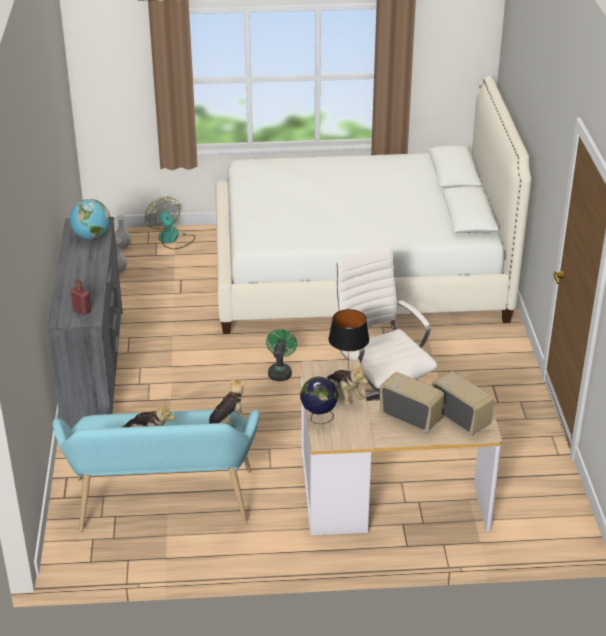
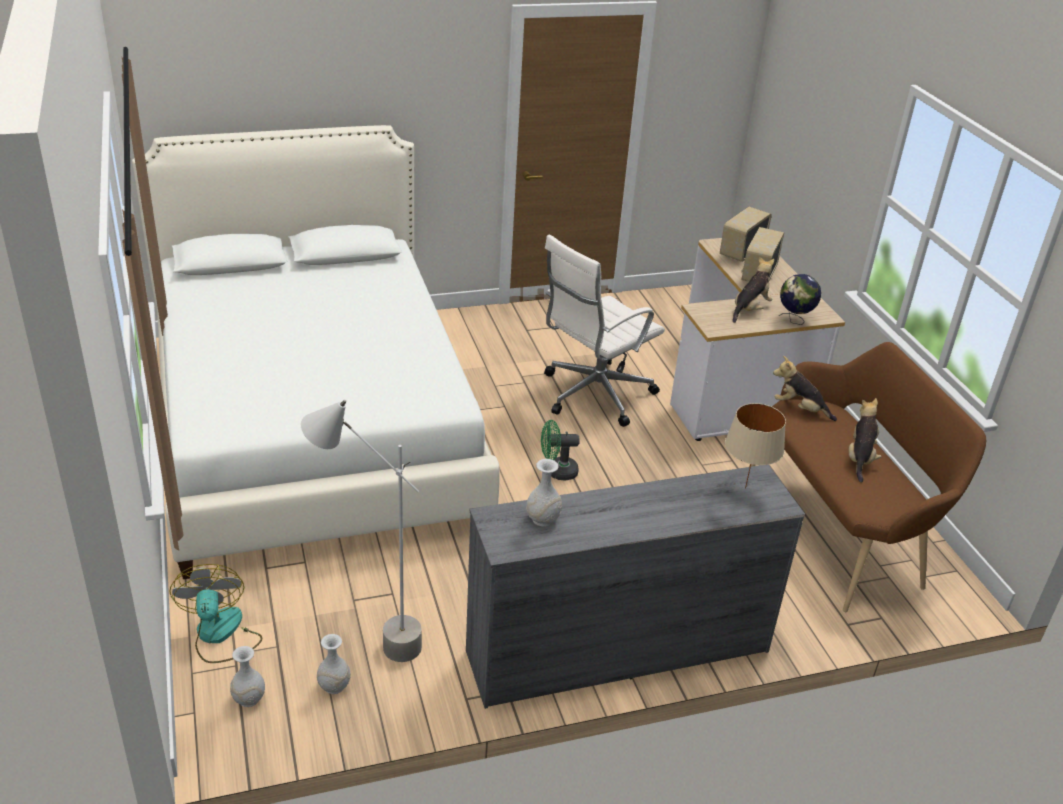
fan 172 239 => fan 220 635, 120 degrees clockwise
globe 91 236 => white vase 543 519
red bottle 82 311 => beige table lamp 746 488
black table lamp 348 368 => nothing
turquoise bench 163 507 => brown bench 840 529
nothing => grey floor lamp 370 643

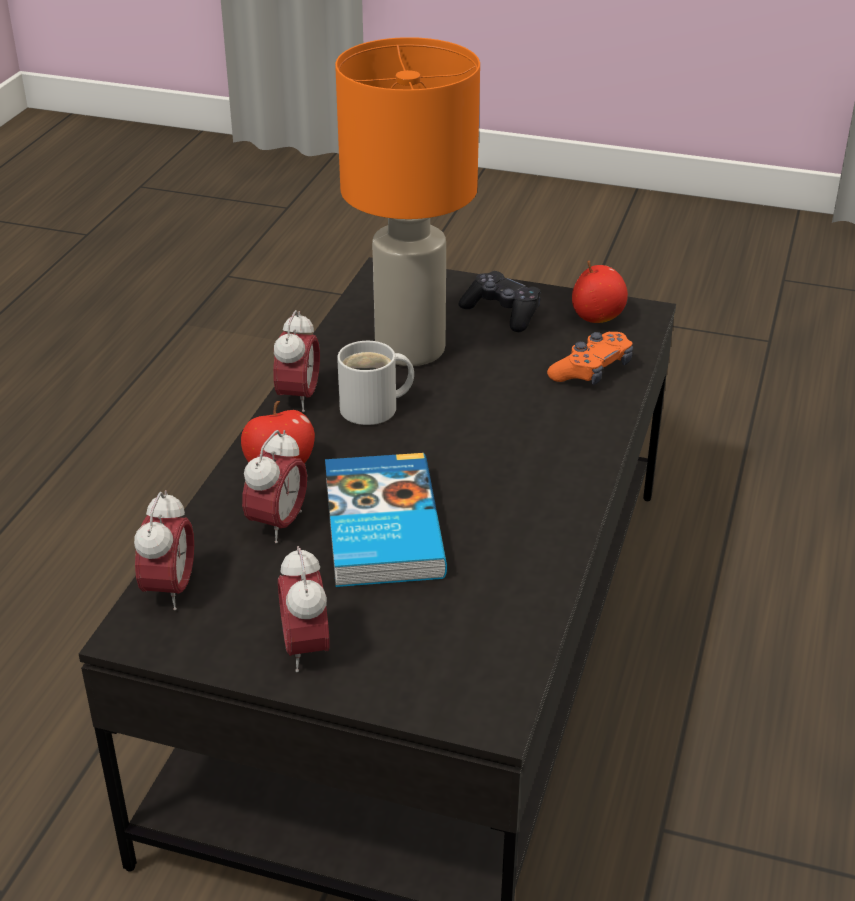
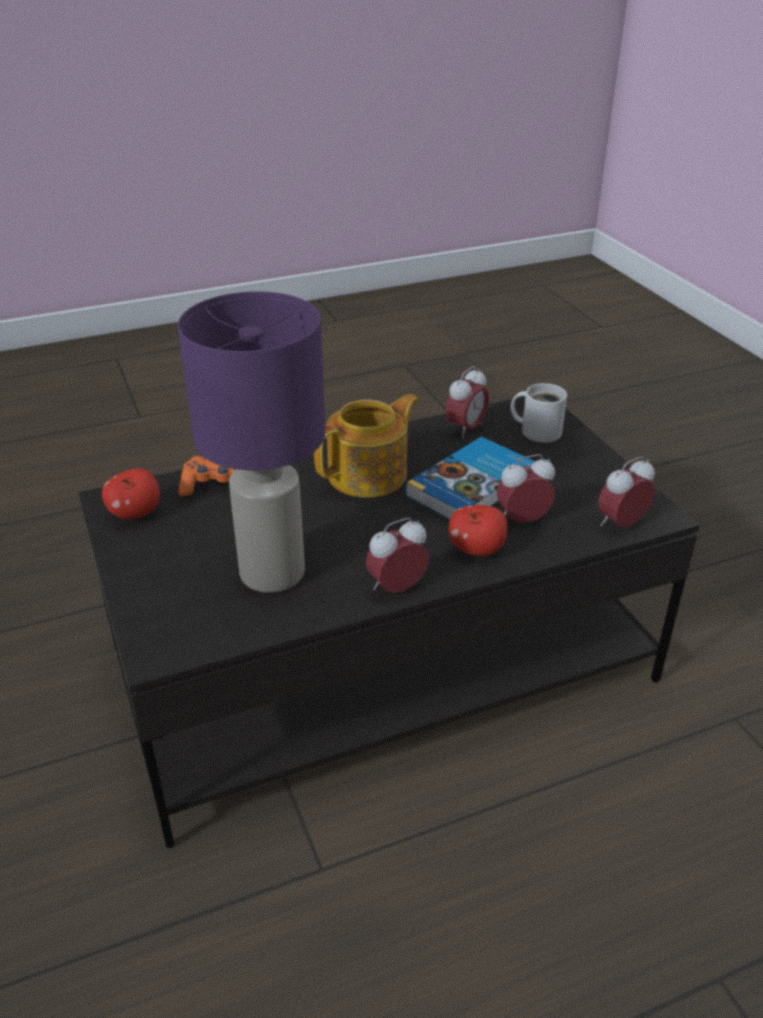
orange table lamp 409 350 => purple table lamp 274 573
black game controller 502 312 => nothing
white mug 374 409 => white mug 538 430, shifted
alarm clock 306 649 => alarm clock 466 429, shifted
nothing => teapot 369 475

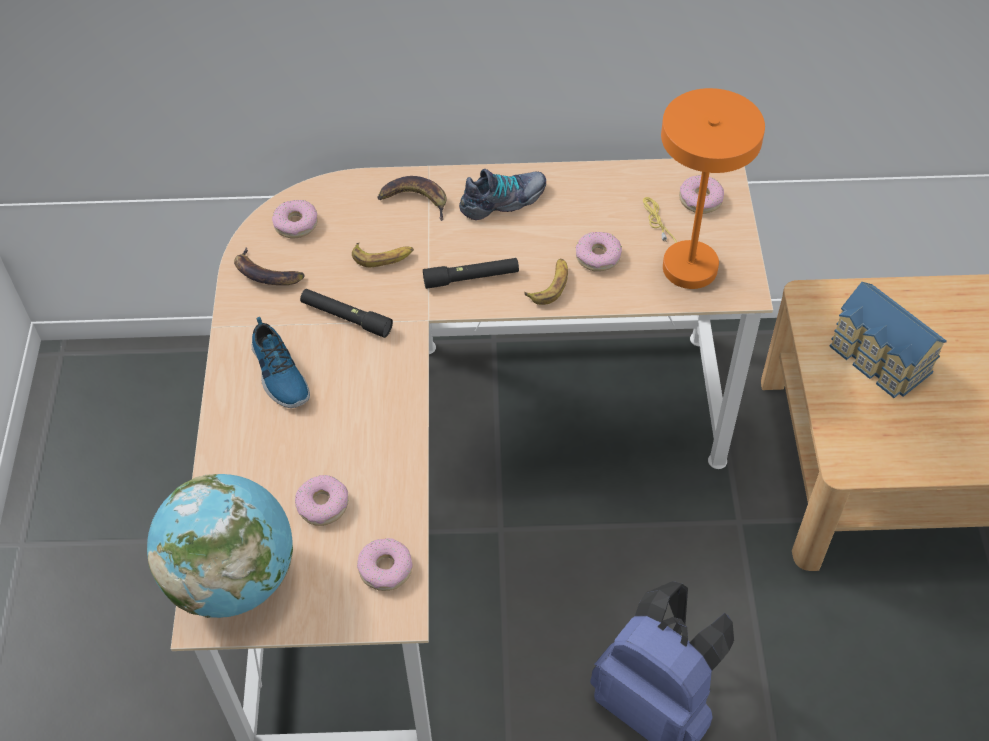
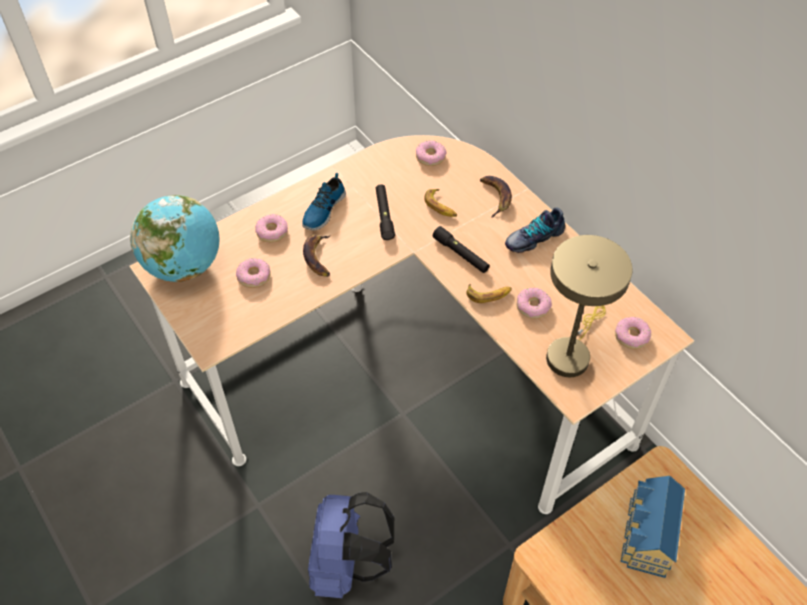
orange table lamp 683 260 => beige table lamp 570 353
shoe 504 201 => shoe 533 237, 120 degrees clockwise
banana 266 274 => banana 318 257, shifted
donut 385 569 => donut 272 232, shifted

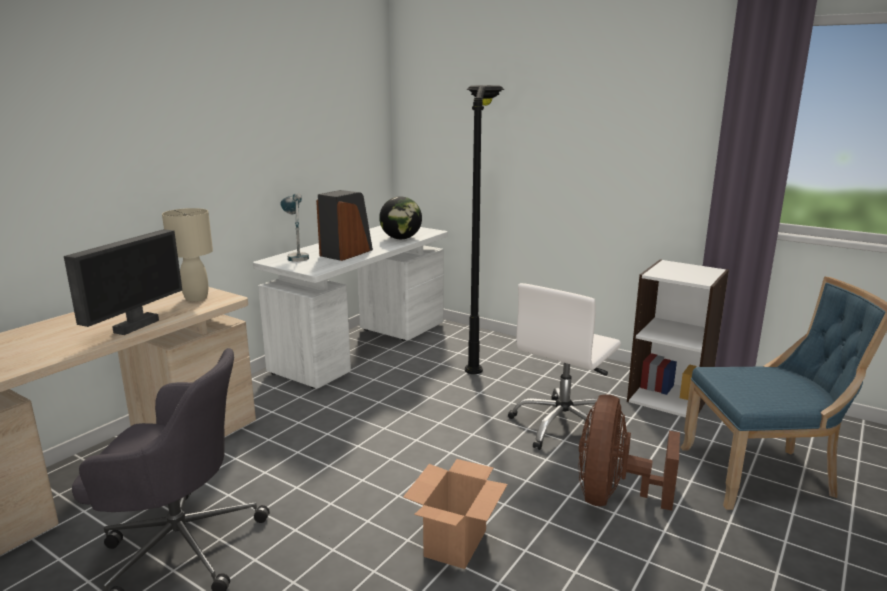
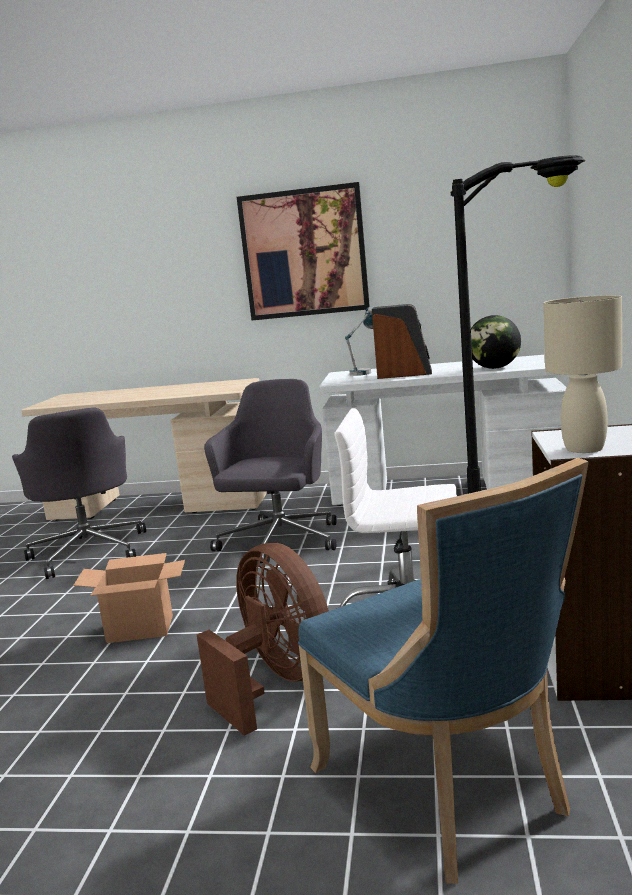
beige table lamp 195 298 => beige table lamp 583 448, shifted
monitor 135 326 => nothing
brown fan 613 496 => brown fan 277 683, 60 degrees clockwise
nothing => picture 304 253
nothing => grey office chair 279 542

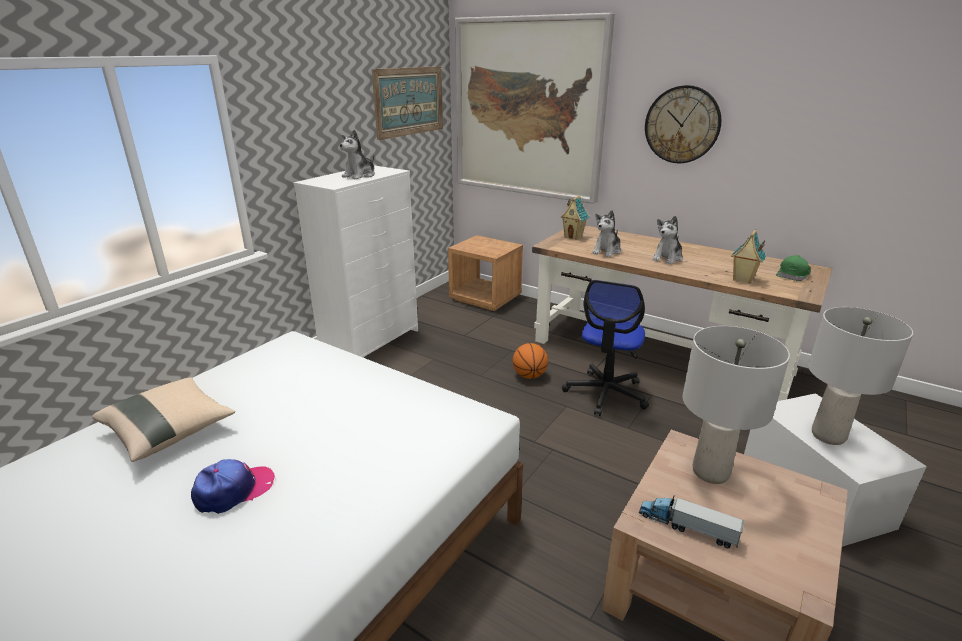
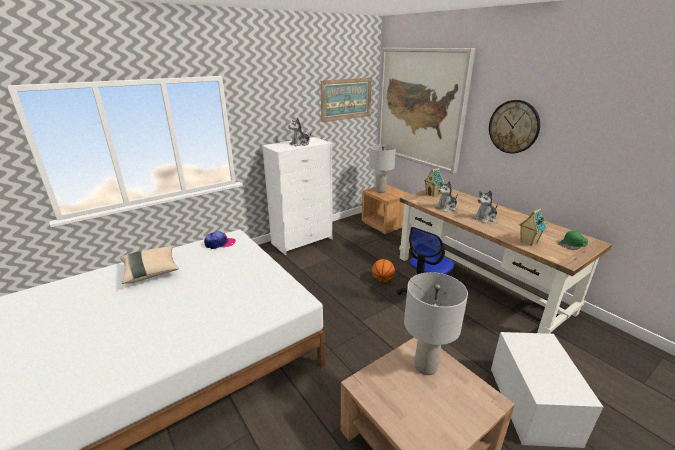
grey table lamp 829 436 => grey table lamp 380 191, shifted
cap 234 490 => cap 220 243, shifted
toy truck 687 527 => nothing

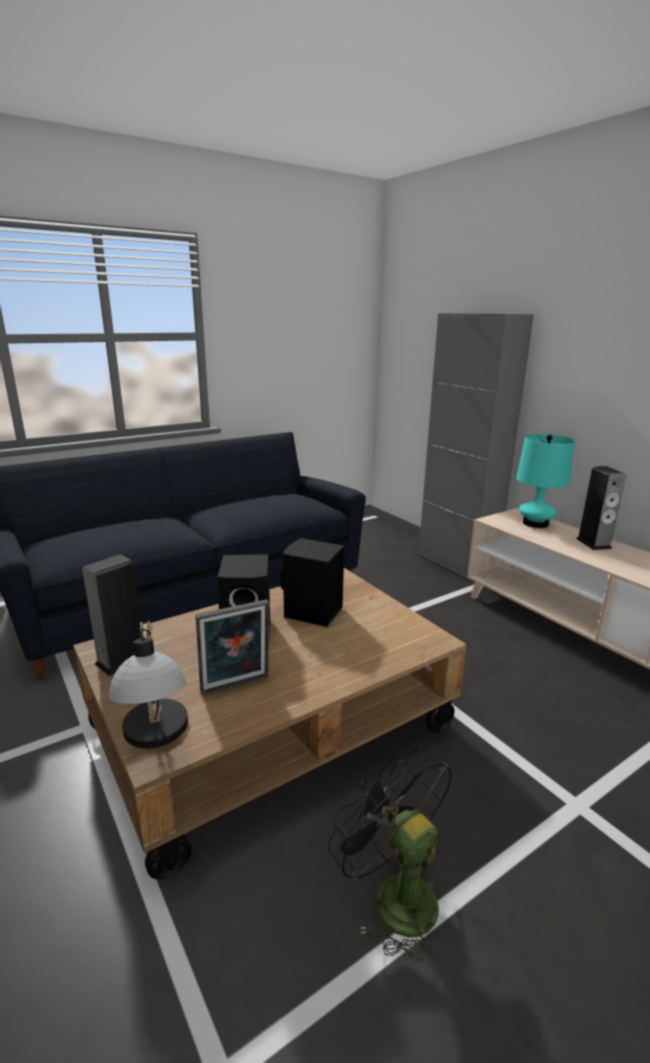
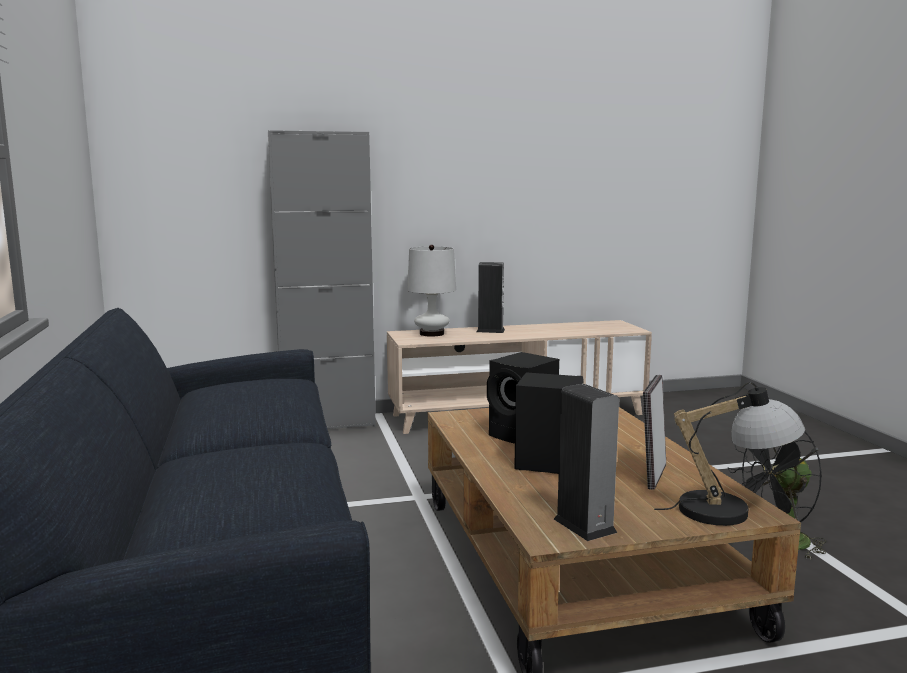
turquoise table lamp 535 523 => white table lamp 432 334
picture frame 236 686 => picture frame 652 475, 150 degrees counterclockwise

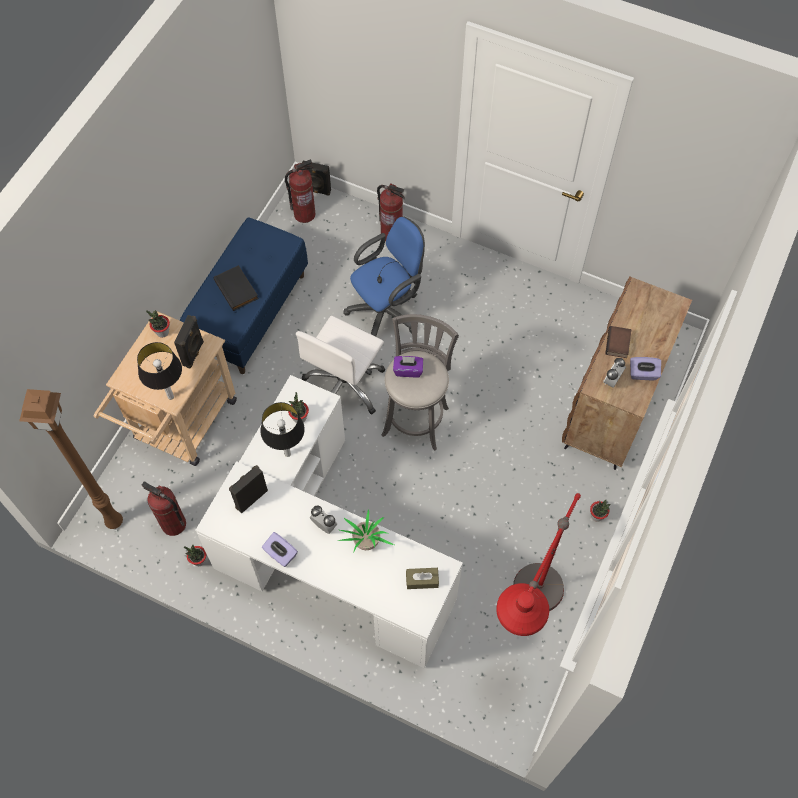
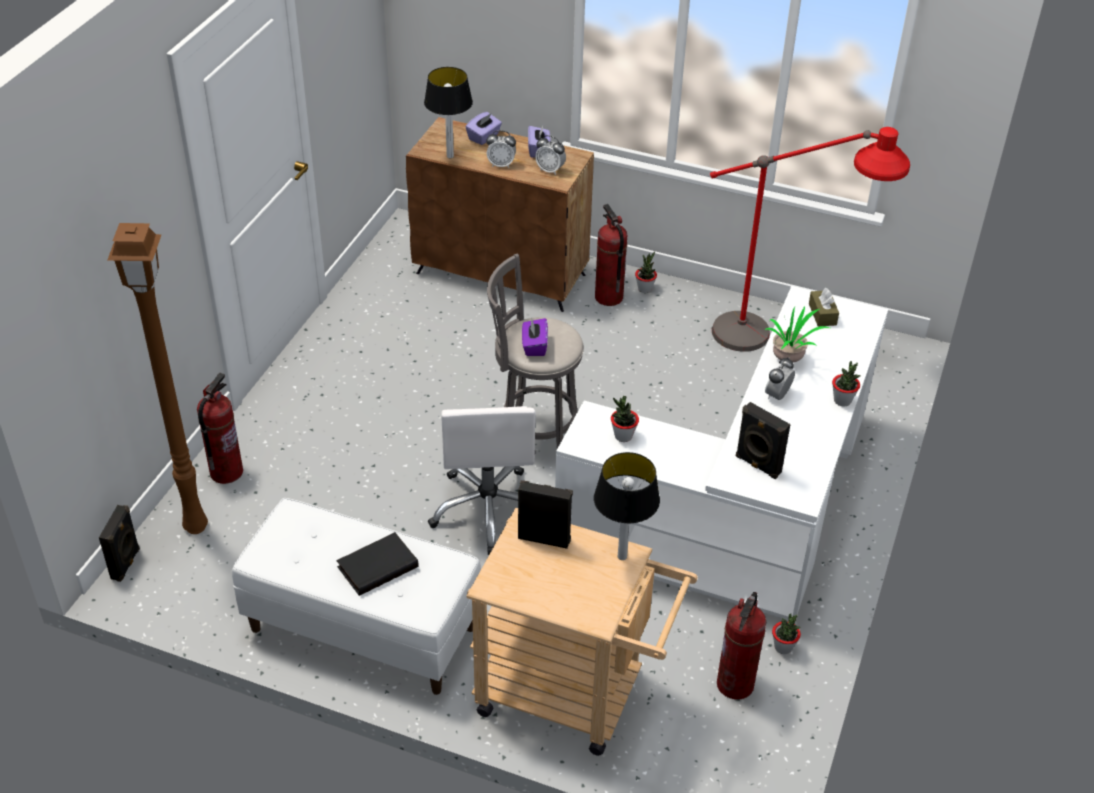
fire extinguisher 304 214 => fire extinguisher 608 297, shifted
blue bench 250 312 => white bench 362 629
blue office chair 387 311 => nothing
potted plant 162 332 => potted plant 842 401, shifted
white office chair 345 385 => white office chair 489 509, 60 degrees clockwise
book 618 344 => alarm clock 501 164
brown floor lamp 113 523 => brown floor lamp 197 528, shifted
table lamp 287 454 => table lamp 450 156, shifted
purple tissue box 280 554 => purple tissue box 484 137, shifted

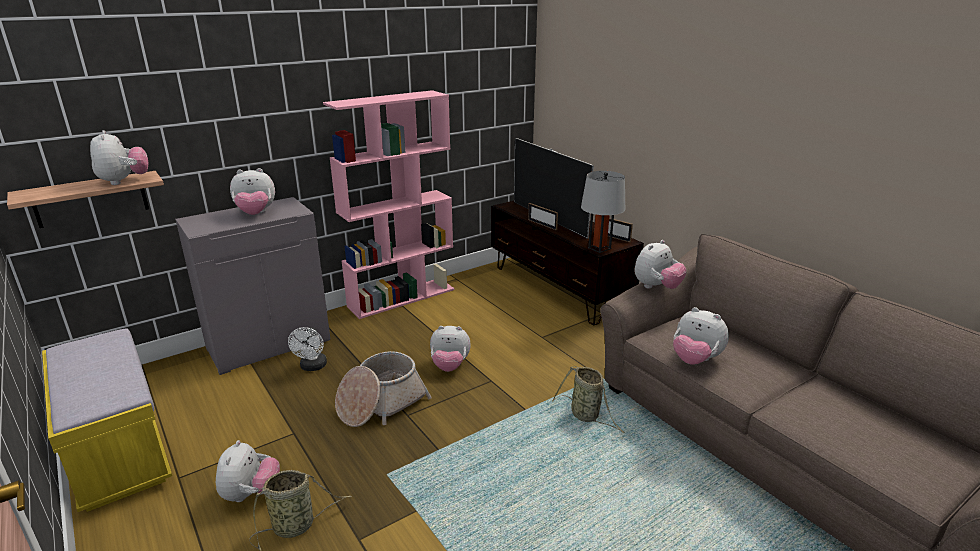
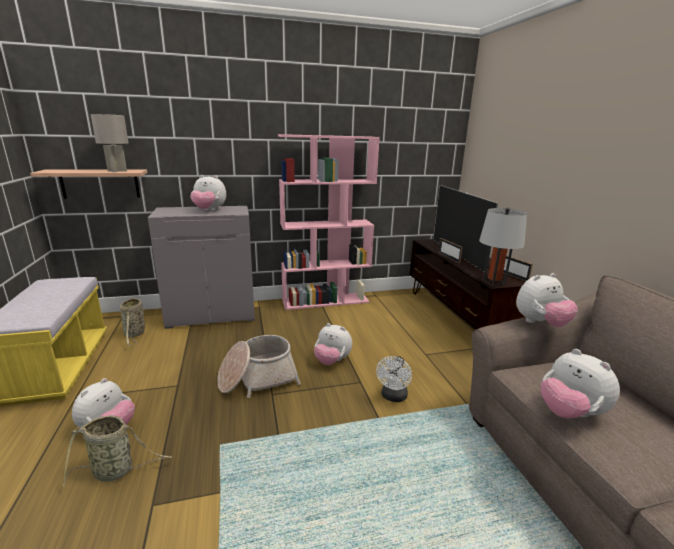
plush toy 124 181 => grey table lamp 117 171
white fan 312 367 => white fan 393 397, shifted
basket 586 416 => basket 135 334, shifted

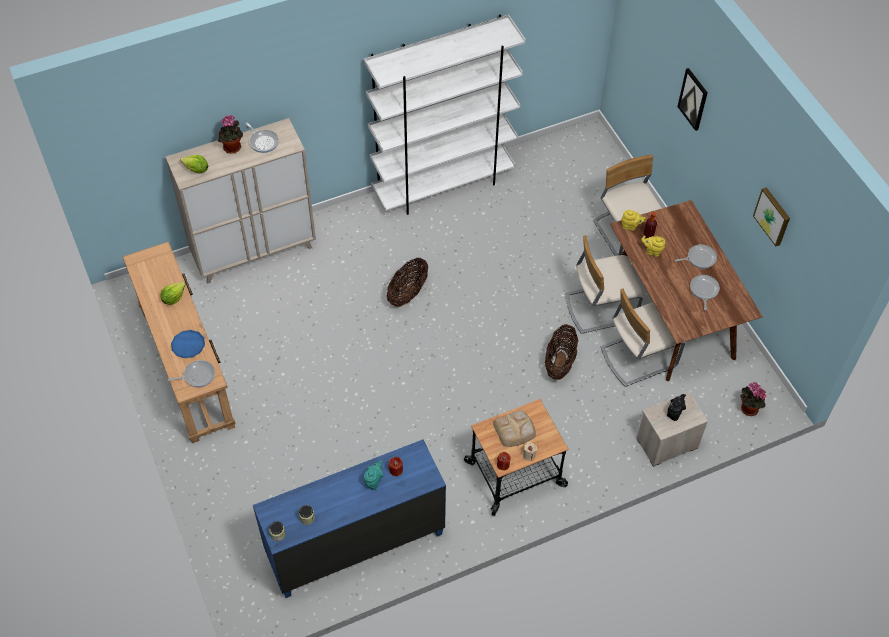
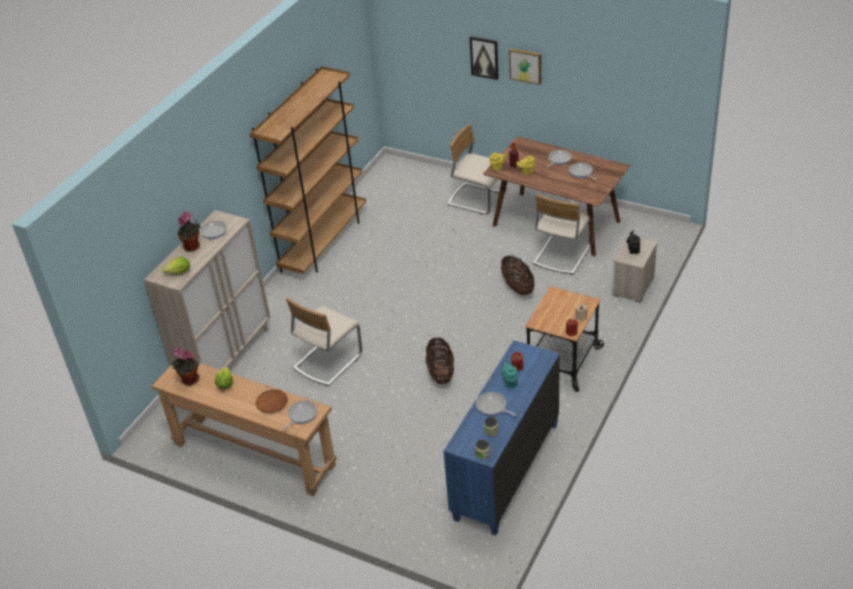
white bookcase 443 185 => brown bookcase 324 243
picture 773 216 => picture 526 65, shifted
beige chair 600 307 => beige chair 327 361, shifted
basket 408 293 => basket 441 373, shifted
blue plate 188 345 => brown plate 272 403
potted plant 747 409 => potted plant 189 381, shifted
bread 515 430 => nothing
nothing => frying pan 492 406

